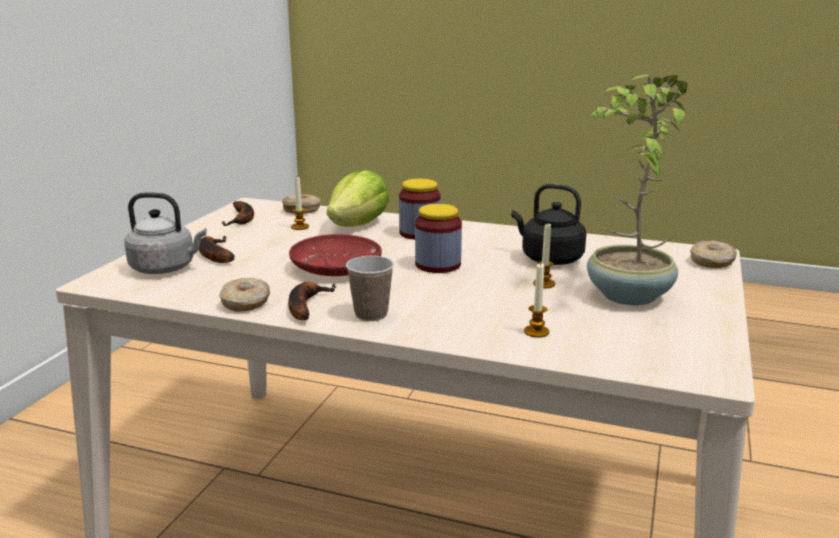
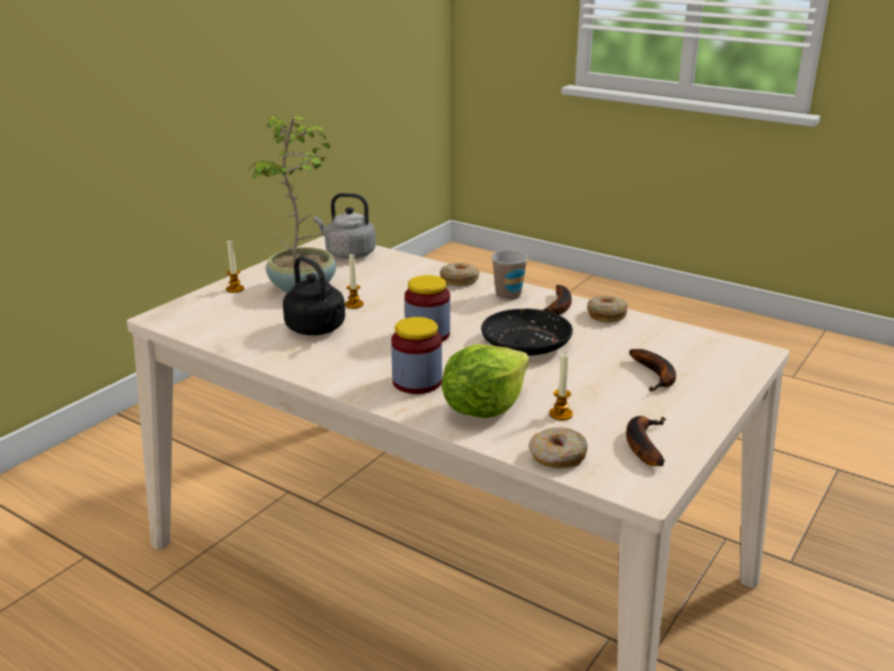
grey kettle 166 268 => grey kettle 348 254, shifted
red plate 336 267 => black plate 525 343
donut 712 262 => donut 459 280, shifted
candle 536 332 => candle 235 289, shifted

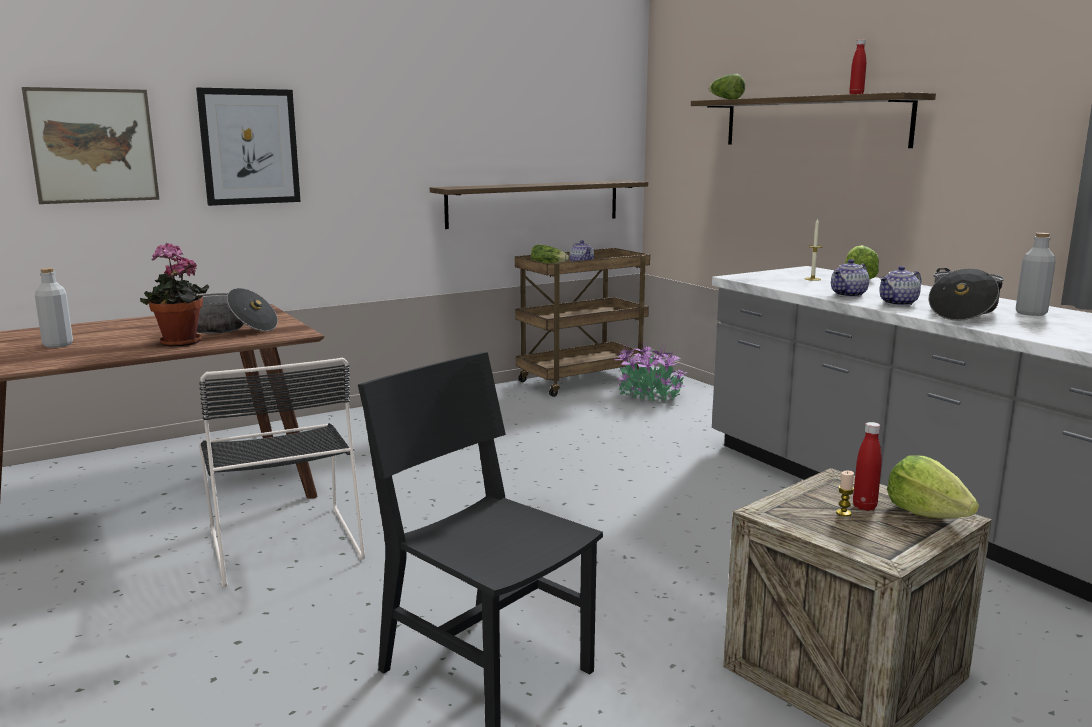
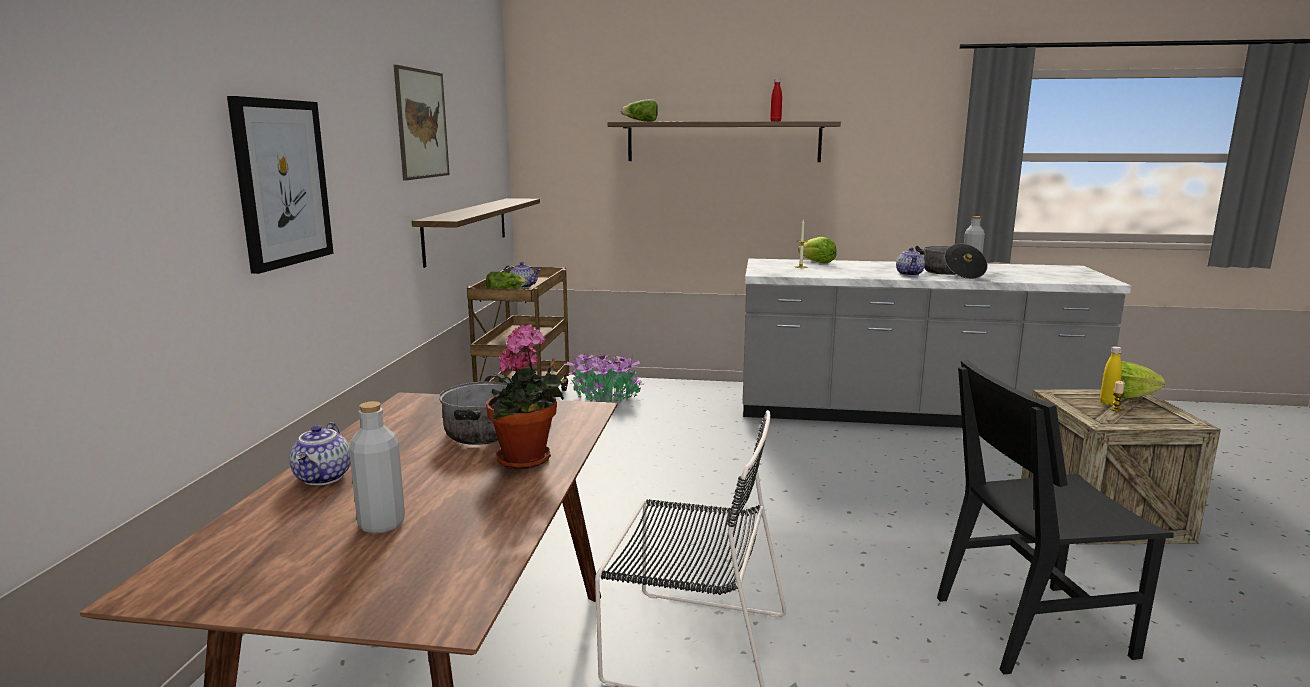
picture 93 146 => picture 422 124, shifted
teapot 849 295 => teapot 324 478, shifted
red bottle 864 506 => yellow bottle 1107 403

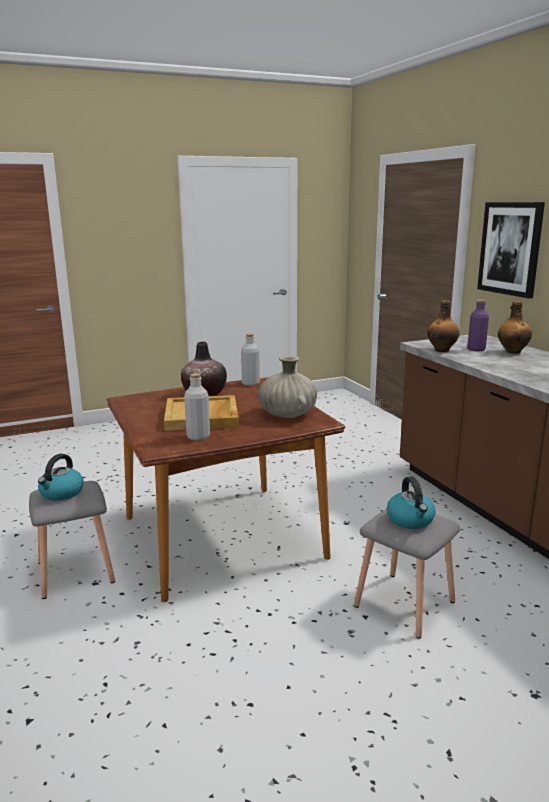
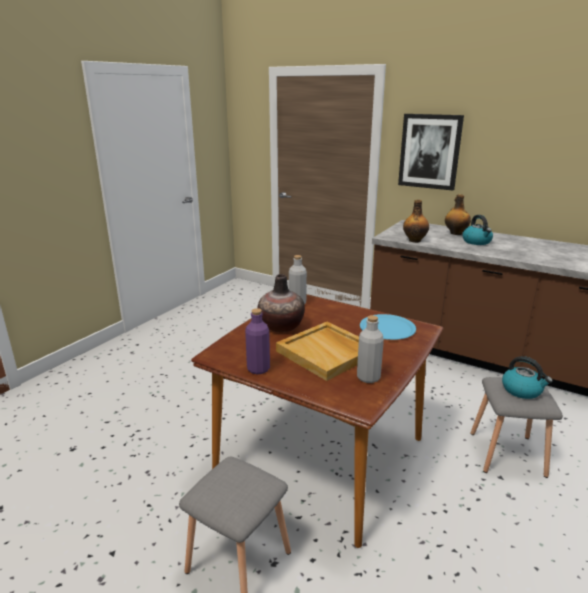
purple bottle 476 349 => purple bottle 258 369, shifted
beige vase 287 414 => blue plate 387 328
kettle 61 493 => kettle 477 242, shifted

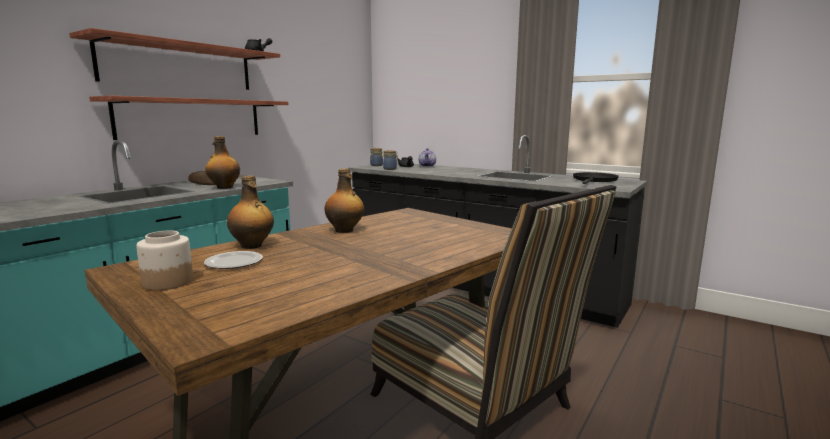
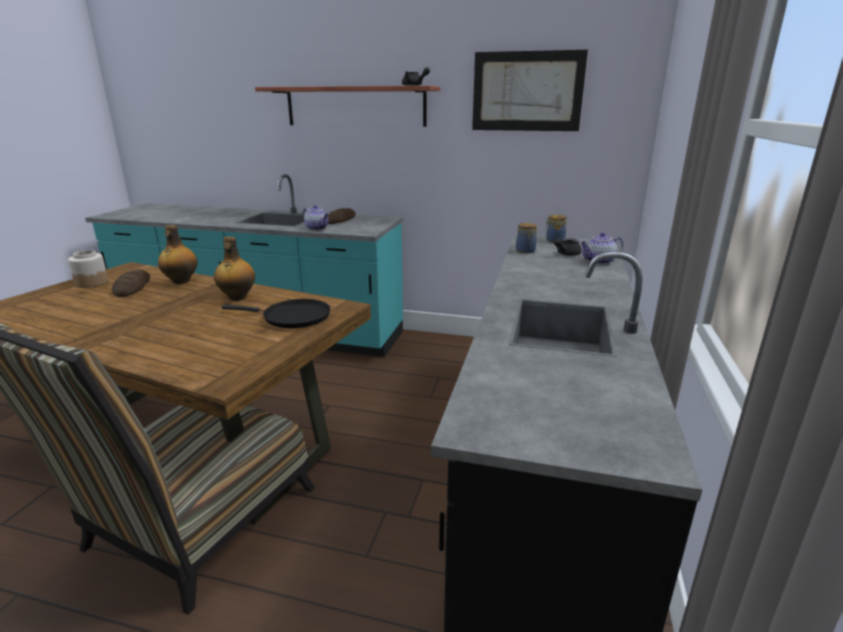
shelf 192 118 => nothing
bottle 224 187 => teapot 317 228
black frying pan 594 180 => black frying pan 292 317, shifted
plate 234 263 => bread 132 287
nothing => picture 527 91

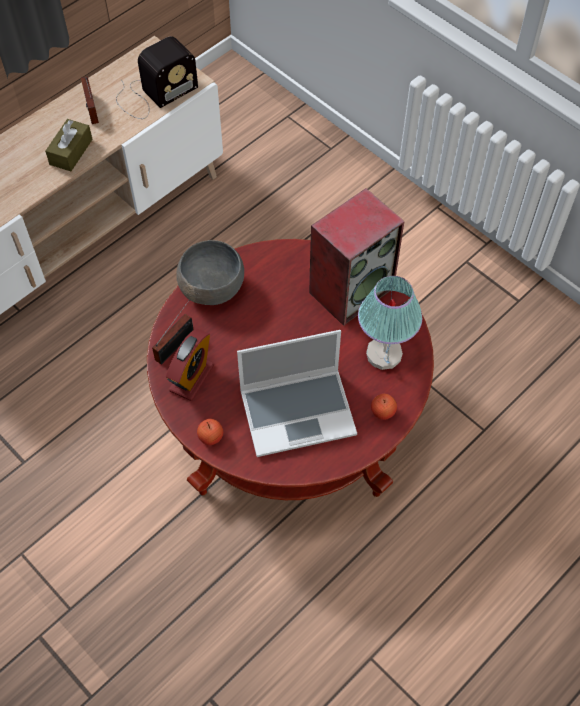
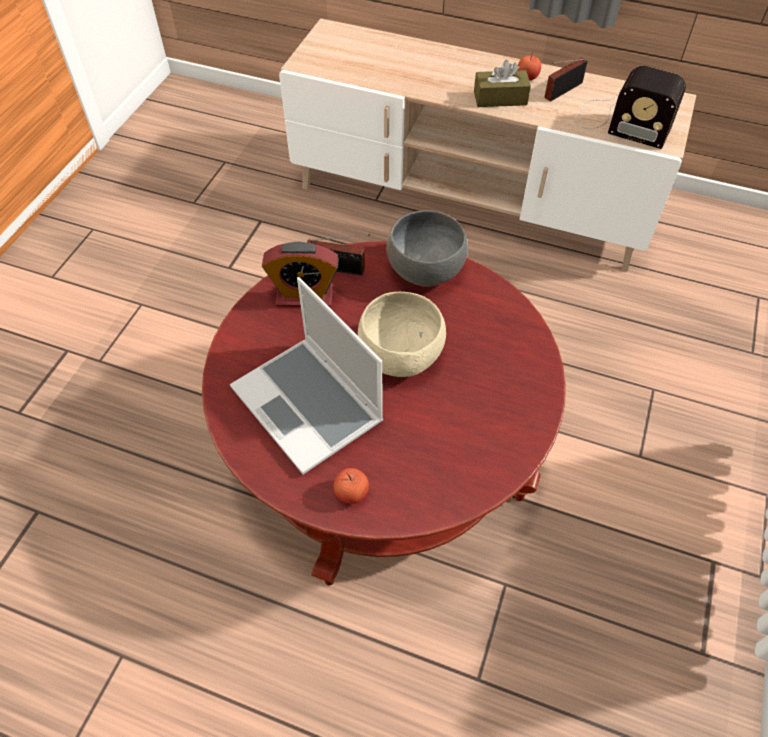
speaker 351 289 => nothing
table lamp 383 353 => nothing
apple 210 437 => apple 527 77, shifted
nothing => beige bowl 400 355

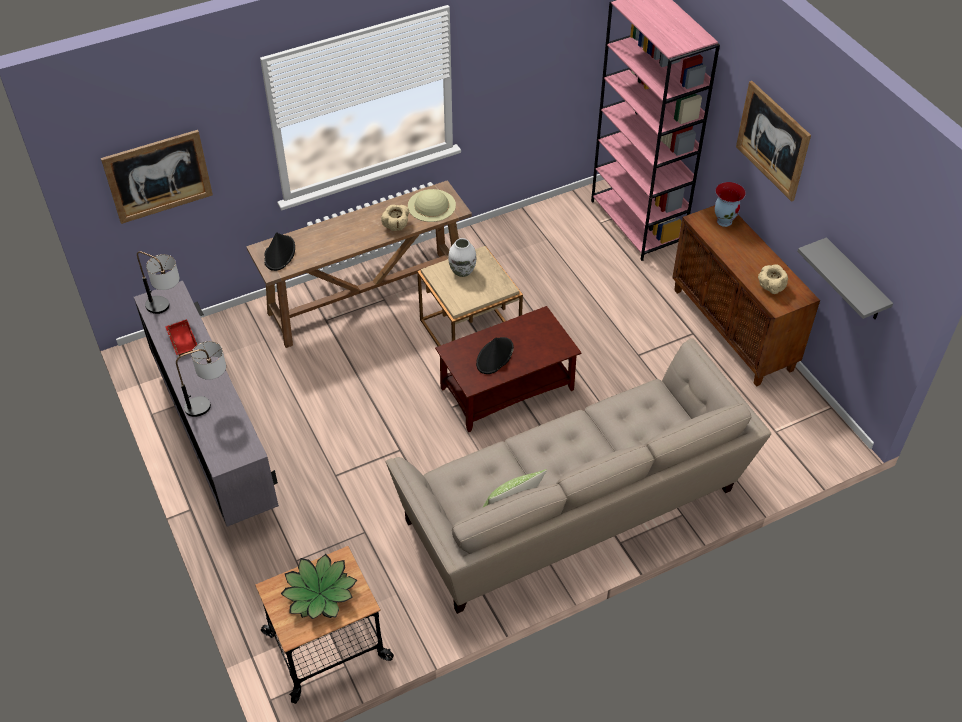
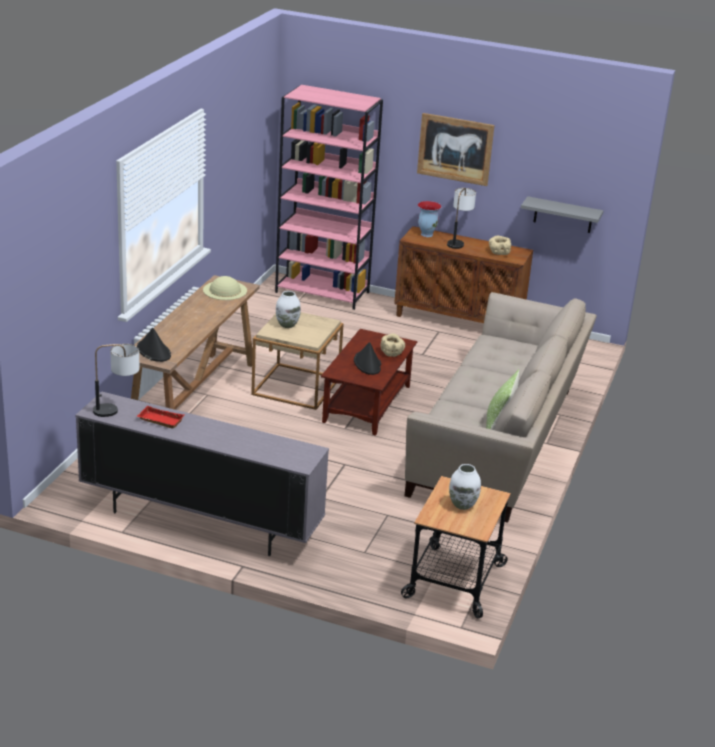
picture 158 176 => nothing
beige bowl 396 226 => beige bowl 392 353, shifted
table lamp 210 403 => table lamp 458 241, shifted
potted plant 320 593 => white vase 462 504

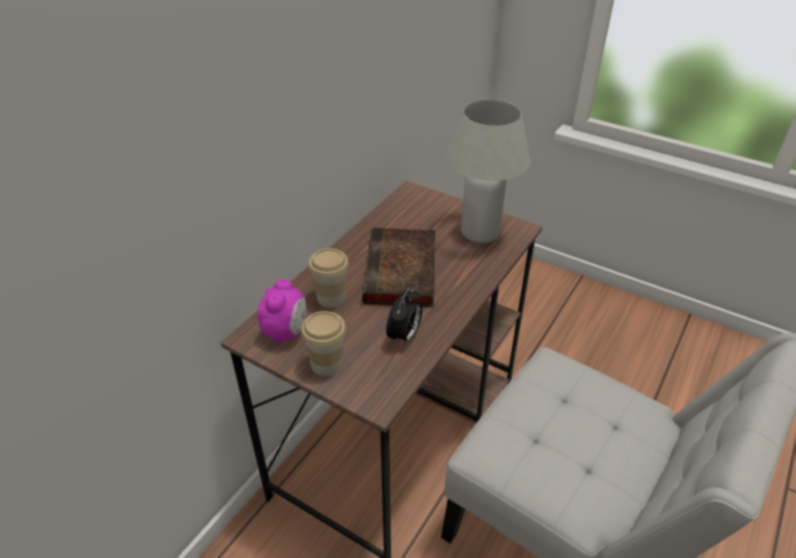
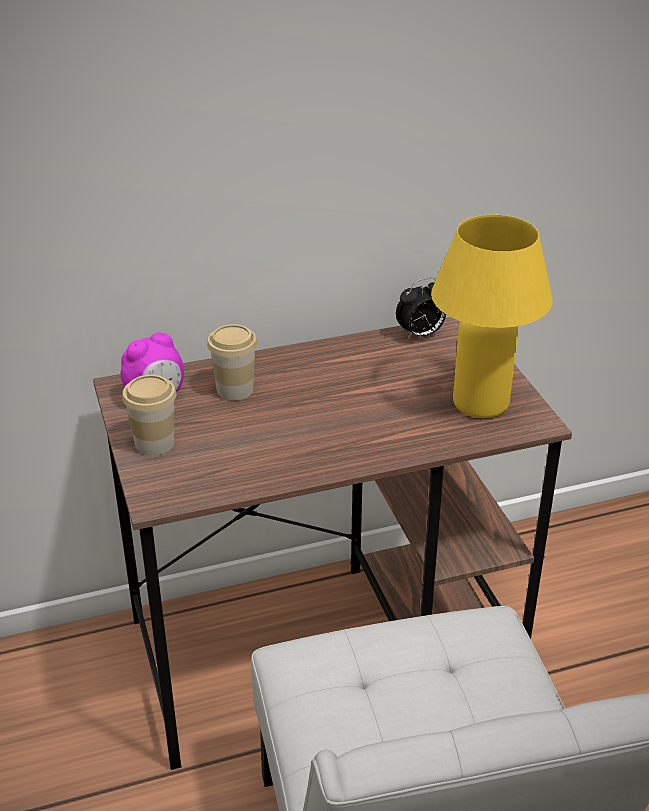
white table lamp 480 232 => yellow table lamp 480 403
book 401 274 => nothing
alarm clock 404 336 => alarm clock 420 335, shifted

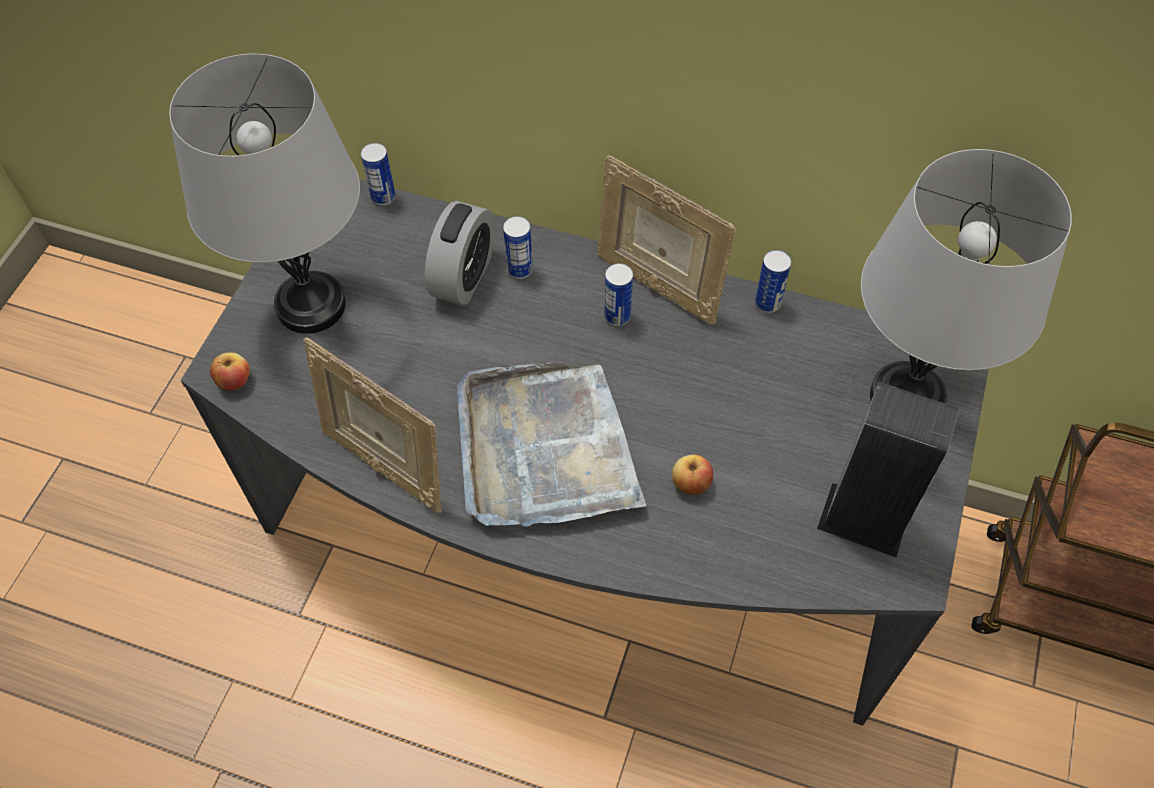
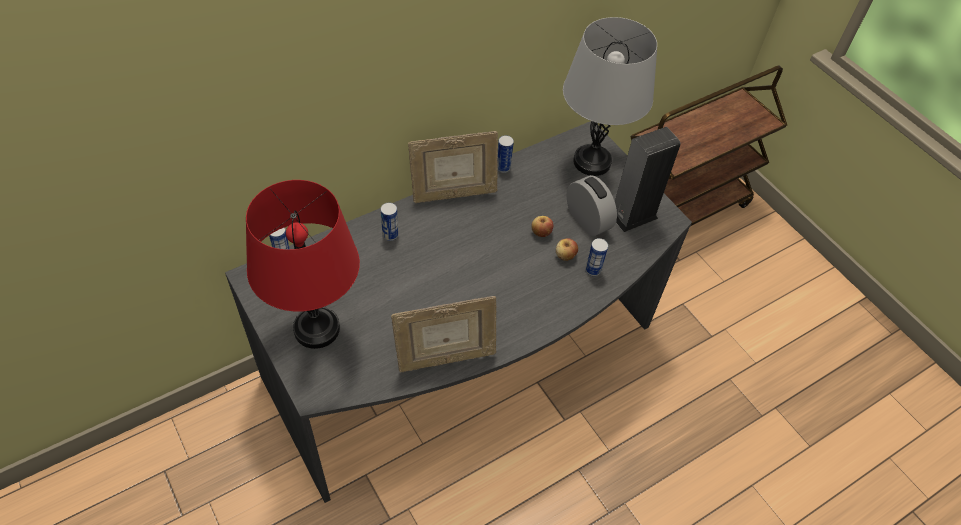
grey table lamp 311 305 => red table lamp 316 329
alarm clock 464 276 => alarm clock 587 220, shifted
can 617 316 => can 592 270, shifted
apple 234 381 => apple 541 232, shifted
grey tray 544 449 => nothing

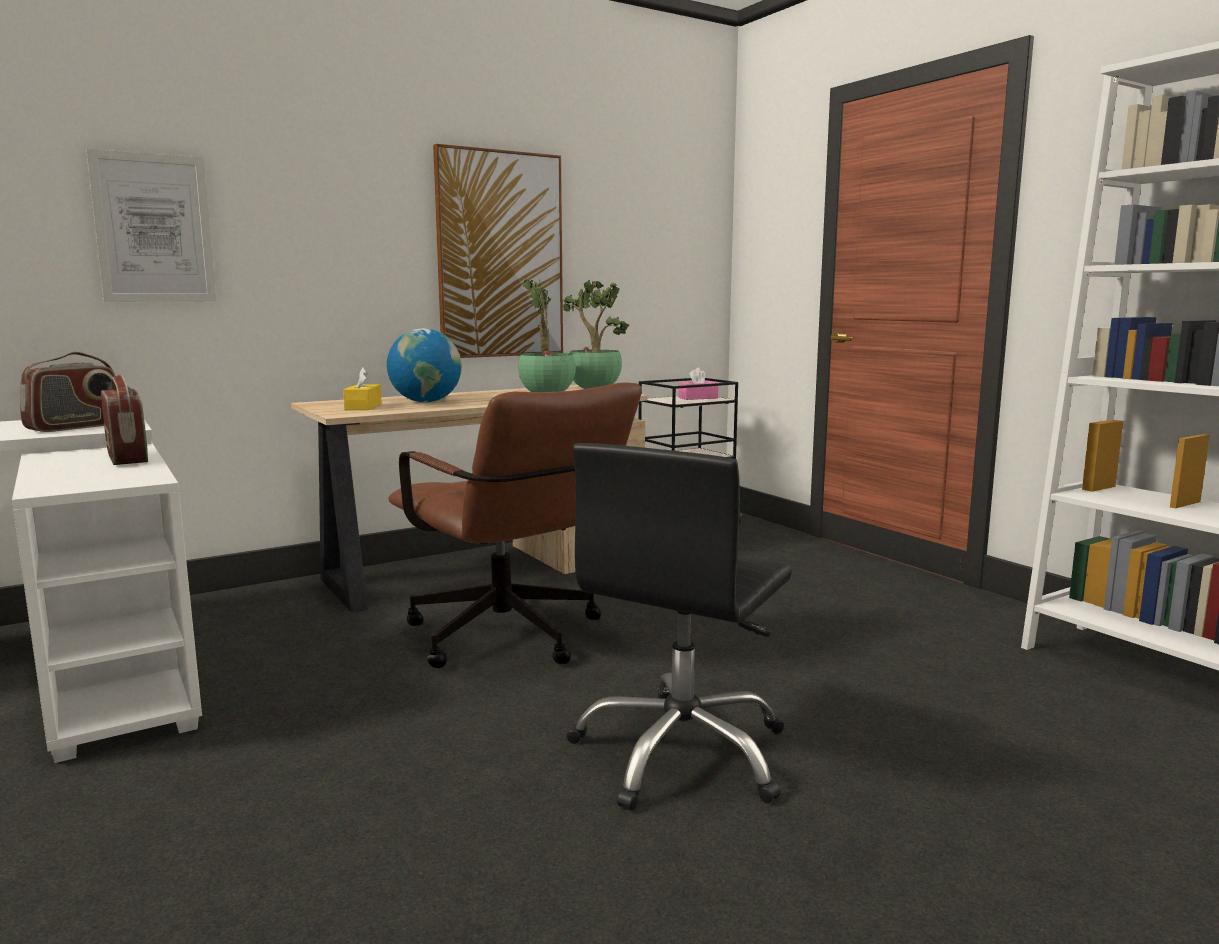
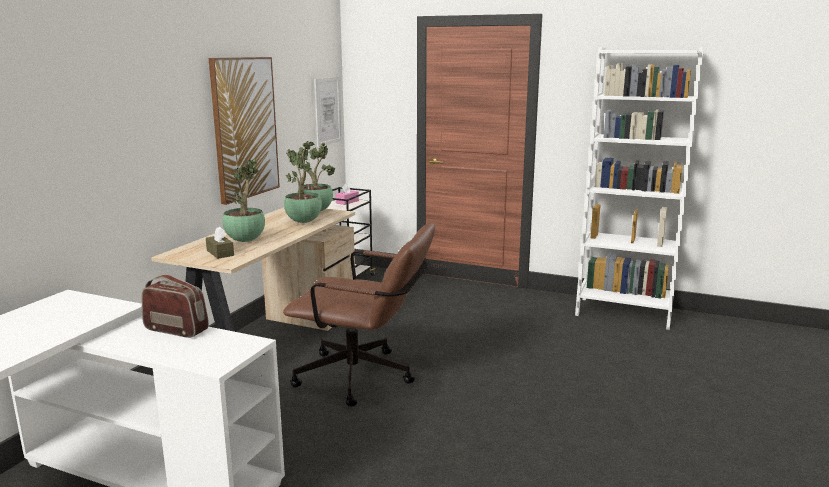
picture 154 229 => picture 327 111, shifted
globe 426 402 => potted plant 245 240
radio 75 427 => nothing
yellow tissue box 363 407 => brown tissue box 220 253
black office chair 682 753 => nothing

